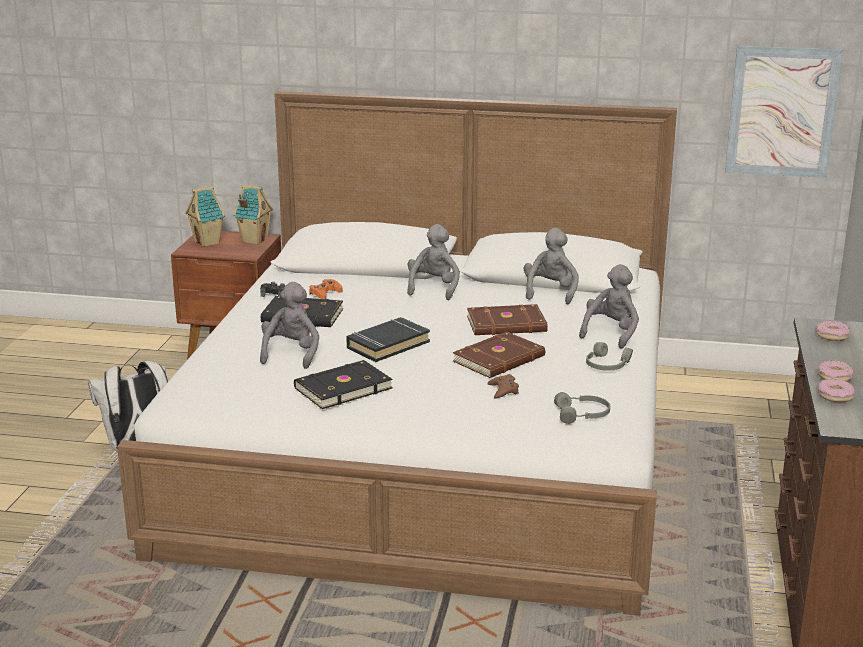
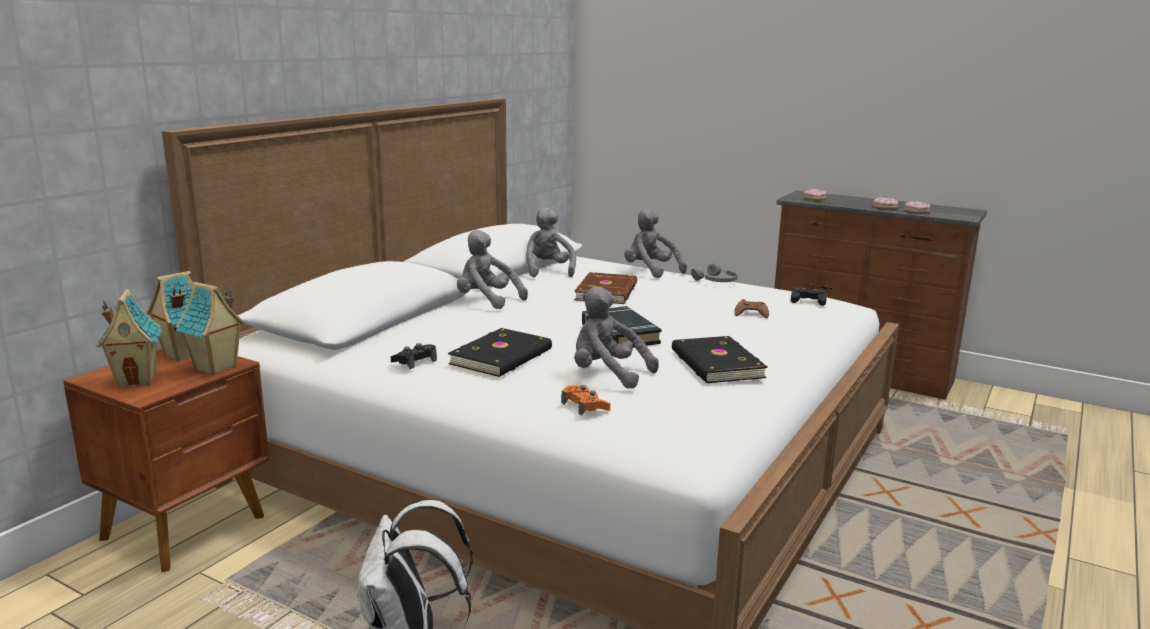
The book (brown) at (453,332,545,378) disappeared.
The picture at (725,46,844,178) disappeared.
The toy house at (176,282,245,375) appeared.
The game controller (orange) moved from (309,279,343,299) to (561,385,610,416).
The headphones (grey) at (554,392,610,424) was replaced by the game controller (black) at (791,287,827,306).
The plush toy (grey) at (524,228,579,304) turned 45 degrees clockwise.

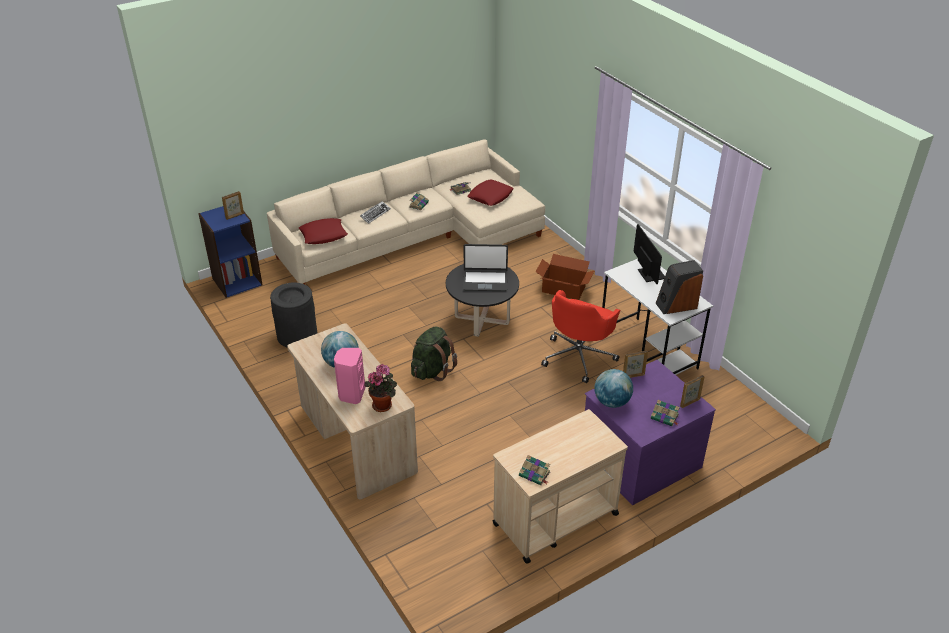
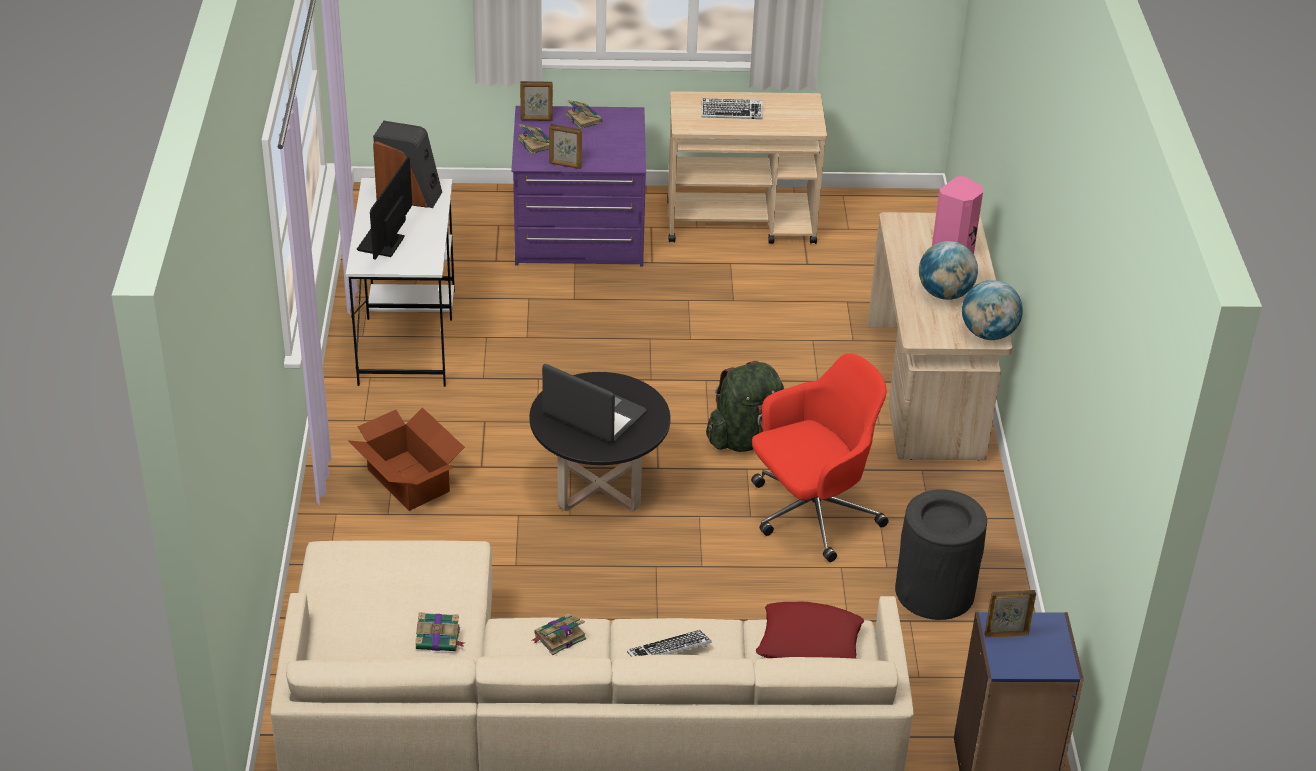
The potted plant at (364,364,397,412) disappeared.
The pillow (red) at (467,180,514,206) disappeared.
The keyboard at (702,98,763,119) appeared.
The book moved from (519,455,550,485) to (517,124,549,154).
The office chair (red) moved from (541,290,620,383) to (751,353,889,562).
The globe moved from (594,369,633,408) to (962,280,1023,340).

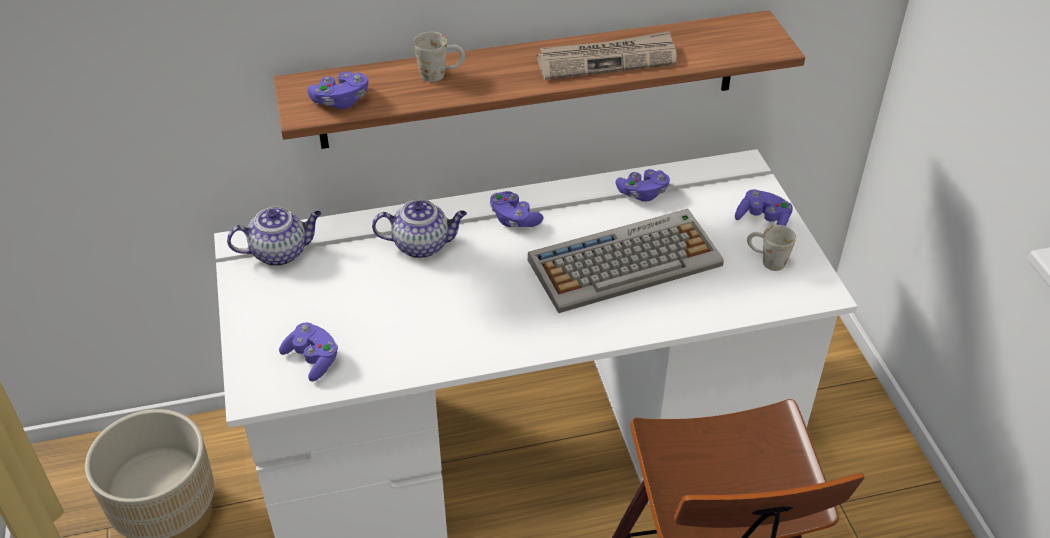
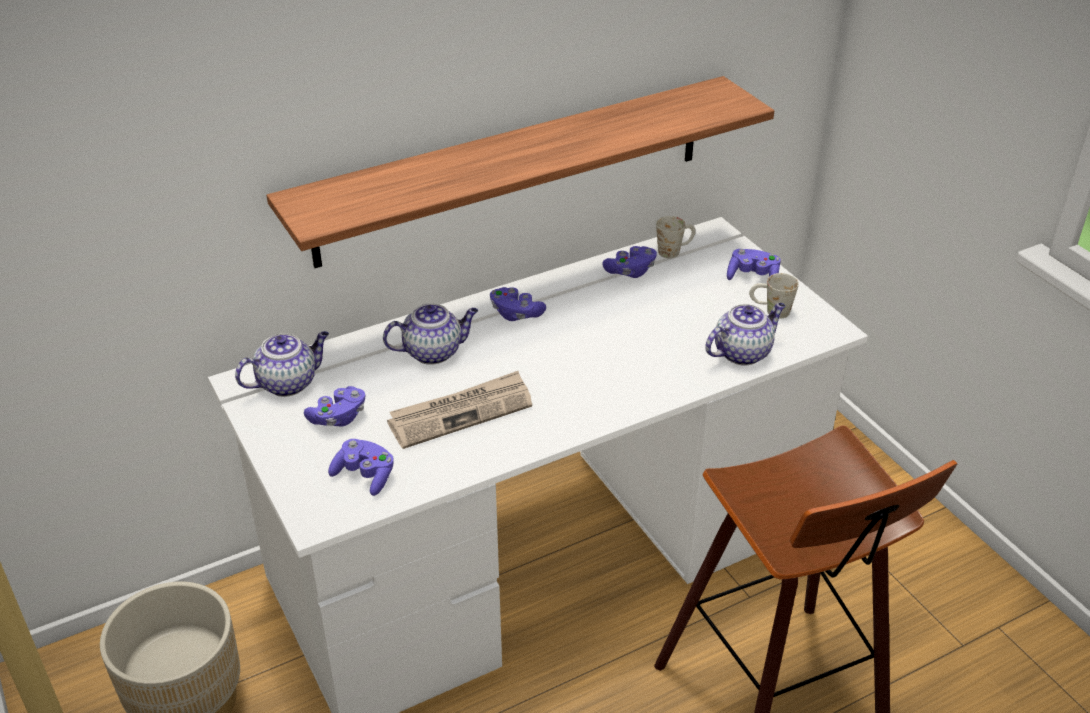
The keyboard at (528,209,724,313) disappeared.
The teapot at (705,303,786,366) appeared.
The game controller (purple) moved from (307,72,368,109) to (304,386,365,427).
The mug (white) moved from (413,32,465,82) to (656,216,696,259).
The newspaper moved from (536,31,677,80) to (387,371,532,449).

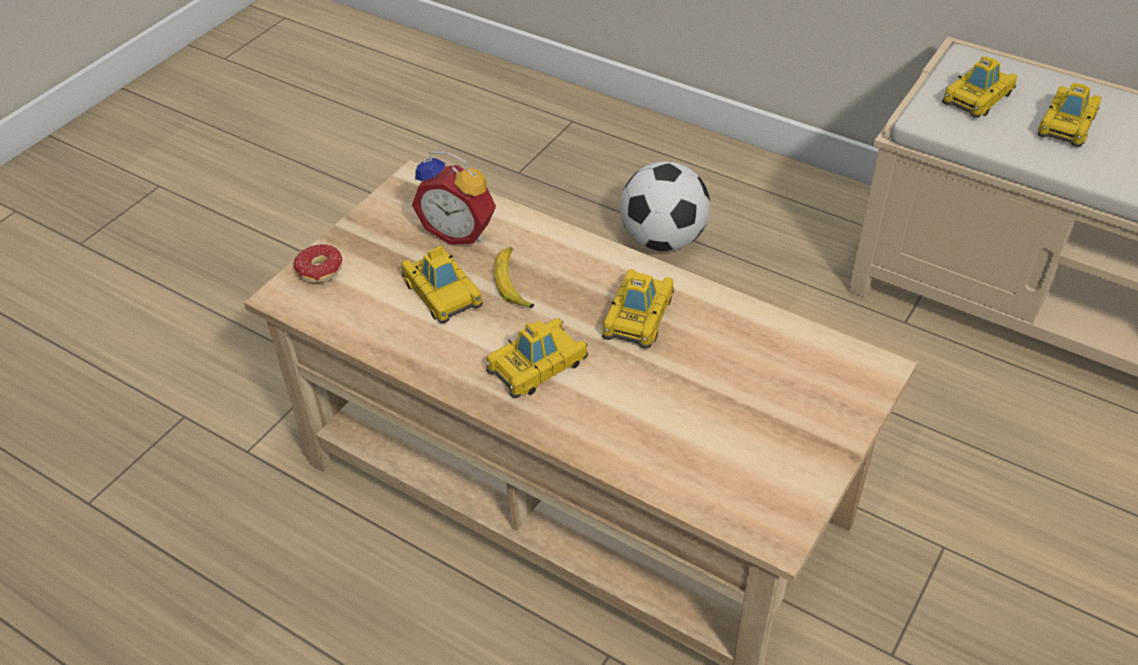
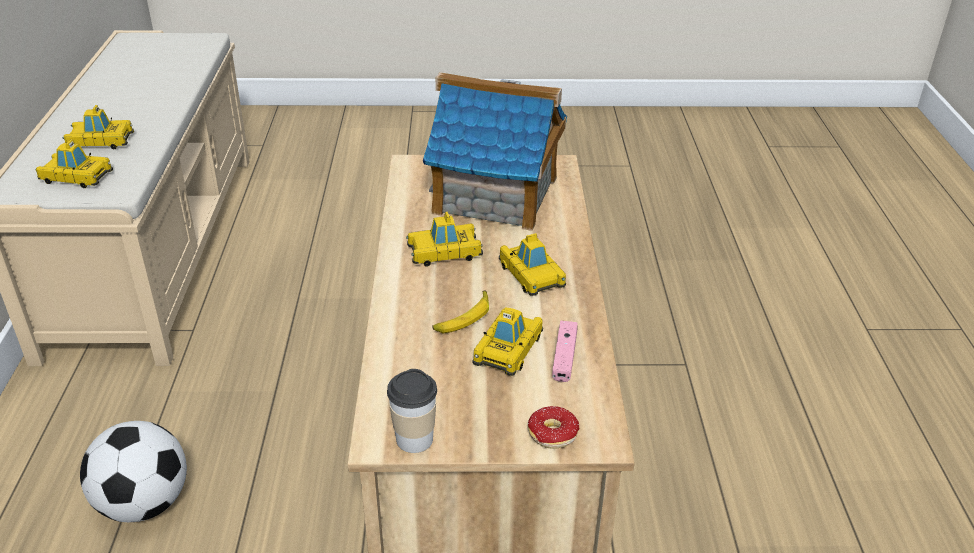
The alarm clock at (412,151,496,245) disappeared.
The cup at (387,369,437,453) appeared.
The toy house at (423,72,567,231) appeared.
The game controller (pink) at (552,321,578,382) appeared.
The toy car at (486,318,588,398) turned 135 degrees counterclockwise.

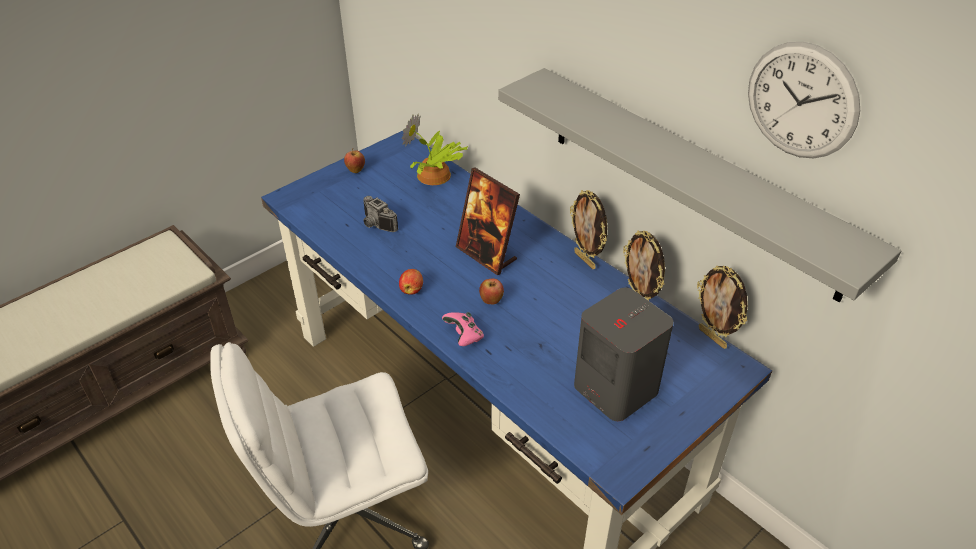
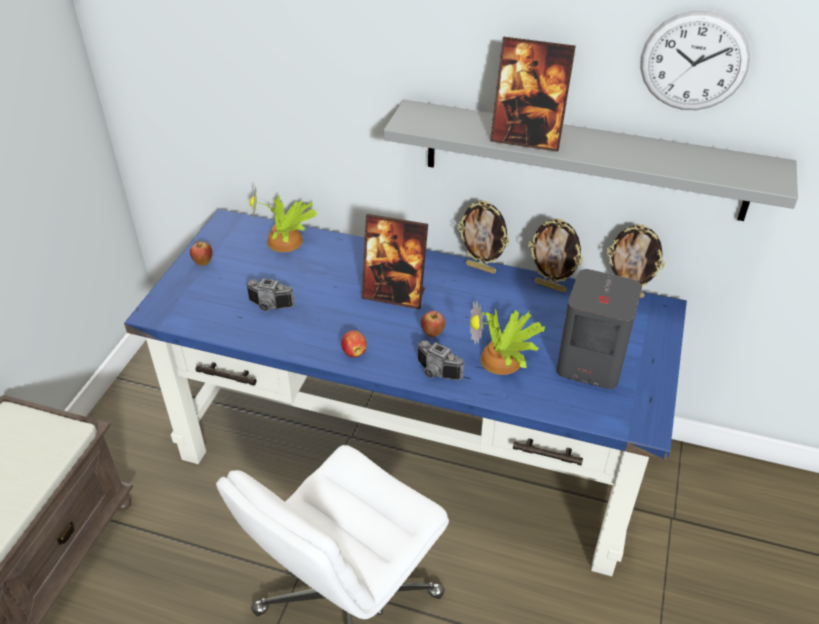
The potted plant at (470,300,545,375) appeared.
The picture frame at (490,37,576,152) appeared.
The game controller (pink) at (442,312,484,346) was replaced by the photo camera at (418,340,464,380).

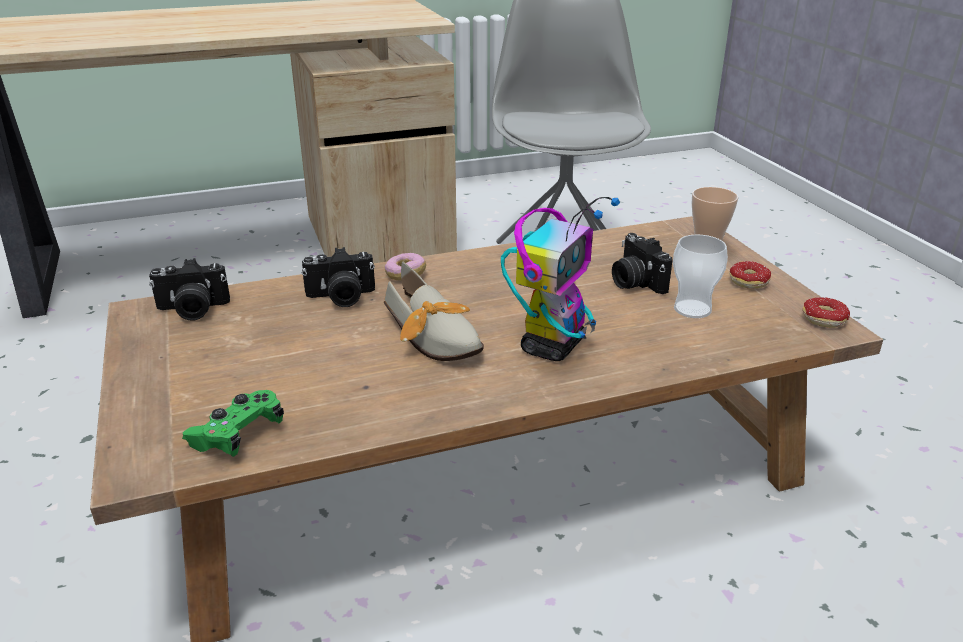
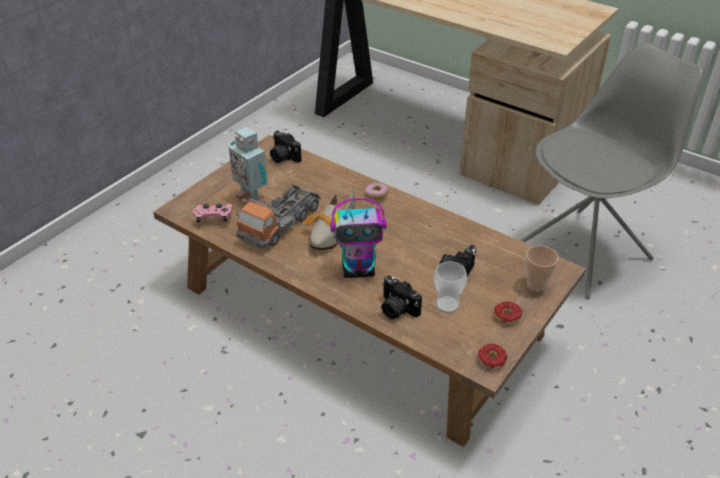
The toy robot at (229,127,268,203) appeared.
The toy truck at (236,184,321,249) appeared.
The photo camera moved from (302,247,375,307) to (381,275,422,320).
The game controller (green) at (182,390,284,457) became the game controller (pink) at (193,203,233,225).

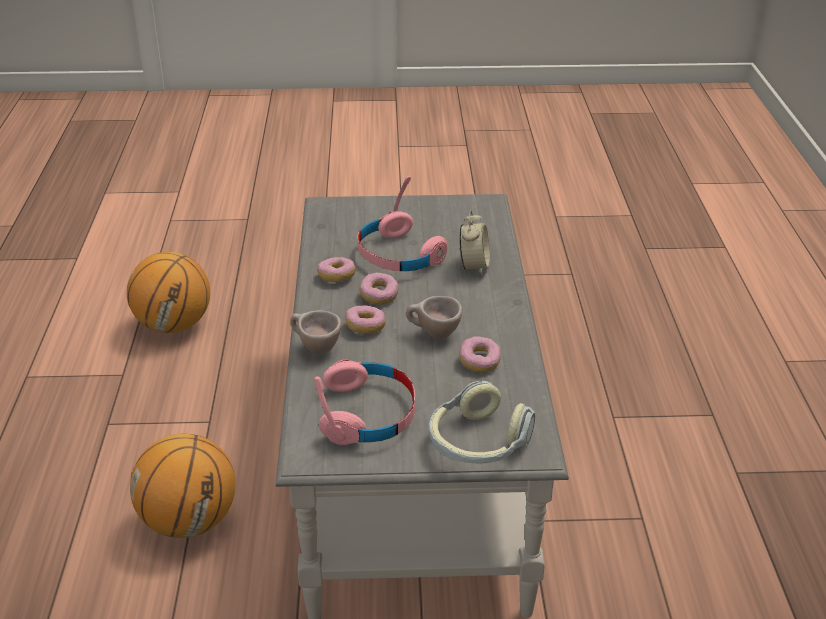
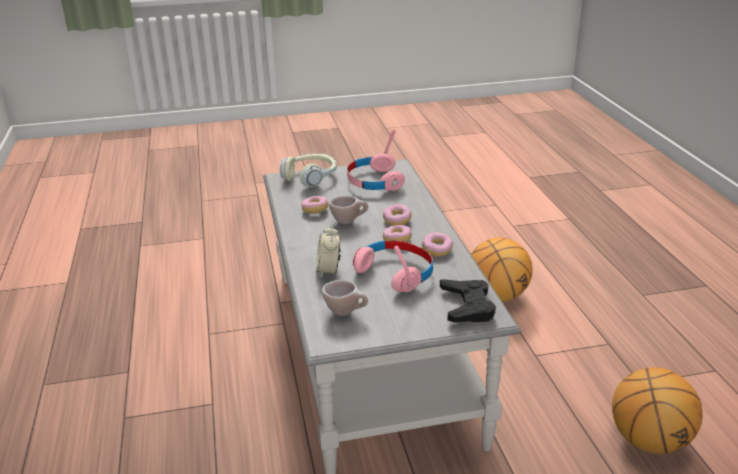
The game controller (black) at (440,279,496,323) appeared.
The cup (beige) moved from (290,310,341,355) to (322,280,368,316).

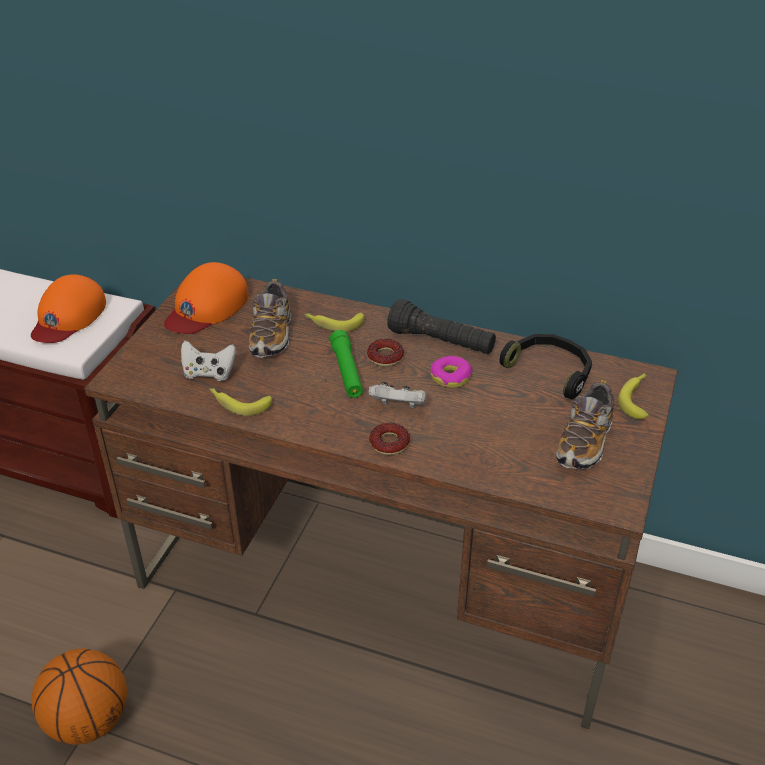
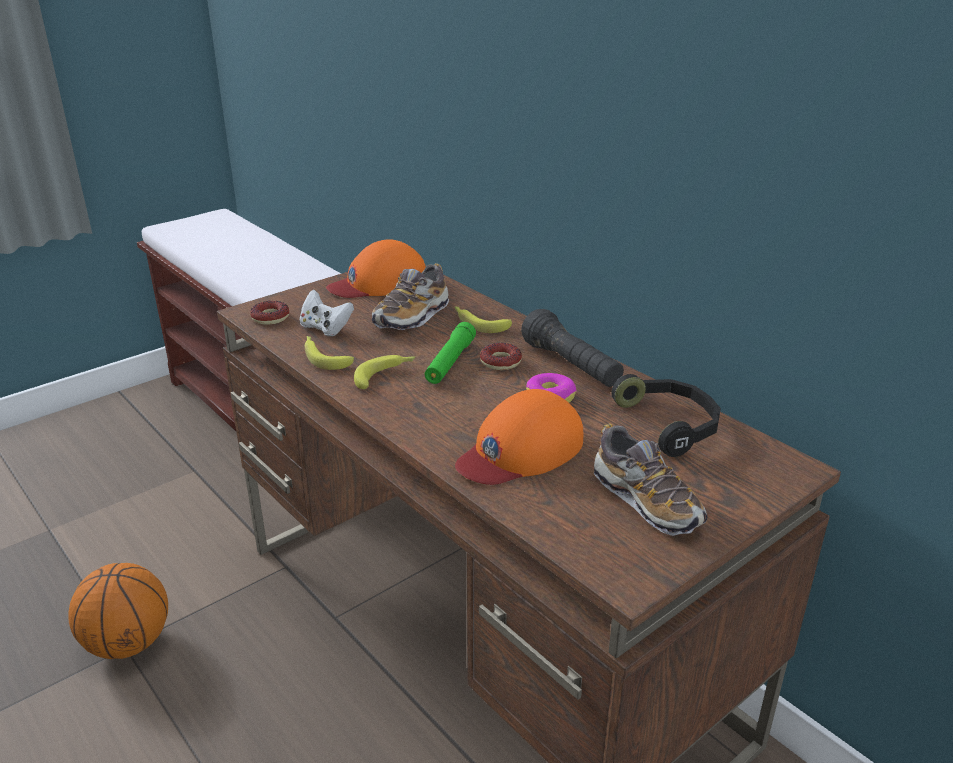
The game controller (white) at (369,382,427,408) disappeared.
The cap (orange) moved from (31,274,106,343) to (455,389,583,485).
The donut moved from (369,423,410,455) to (250,301,289,325).
The banana moved from (618,373,649,419) to (354,355,415,389).
The shoe at (556,380,614,469) turned 90 degrees counterclockwise.

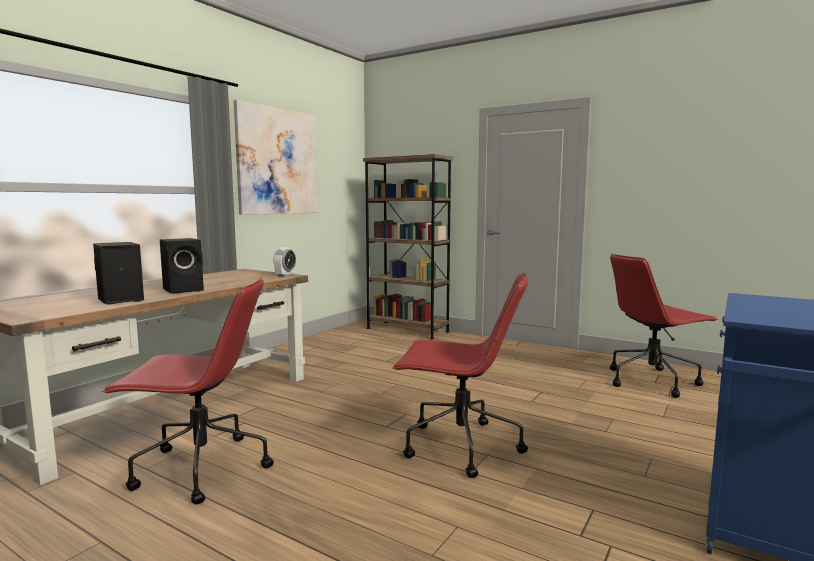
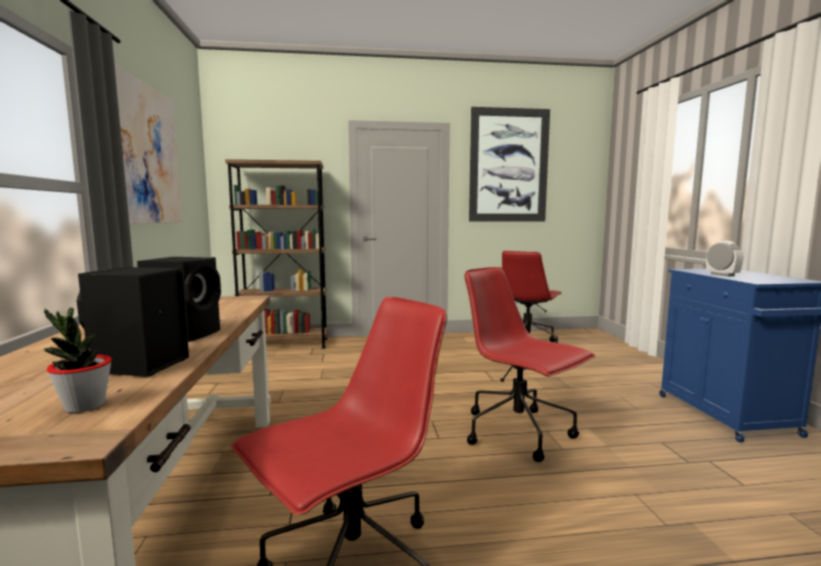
The potted plant at (44,308,112,413) appeared.
The picture at (469,107,550,222) appeared.
The alarm clock moved from (273,247,296,277) to (706,241,743,277).
The office chair (red) at (392,273,528,478) turned 105 degrees counterclockwise.

